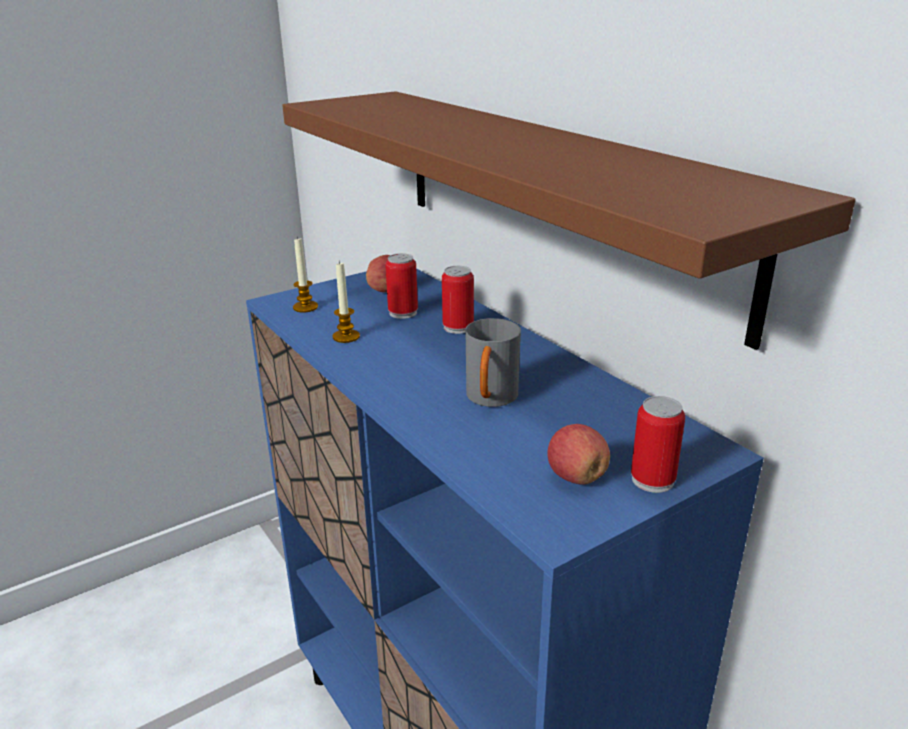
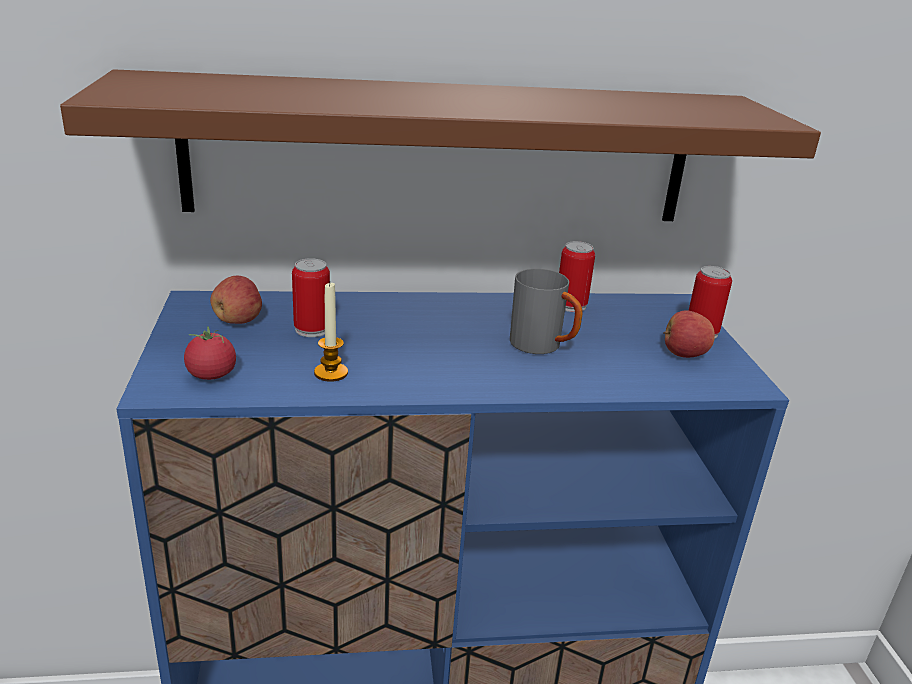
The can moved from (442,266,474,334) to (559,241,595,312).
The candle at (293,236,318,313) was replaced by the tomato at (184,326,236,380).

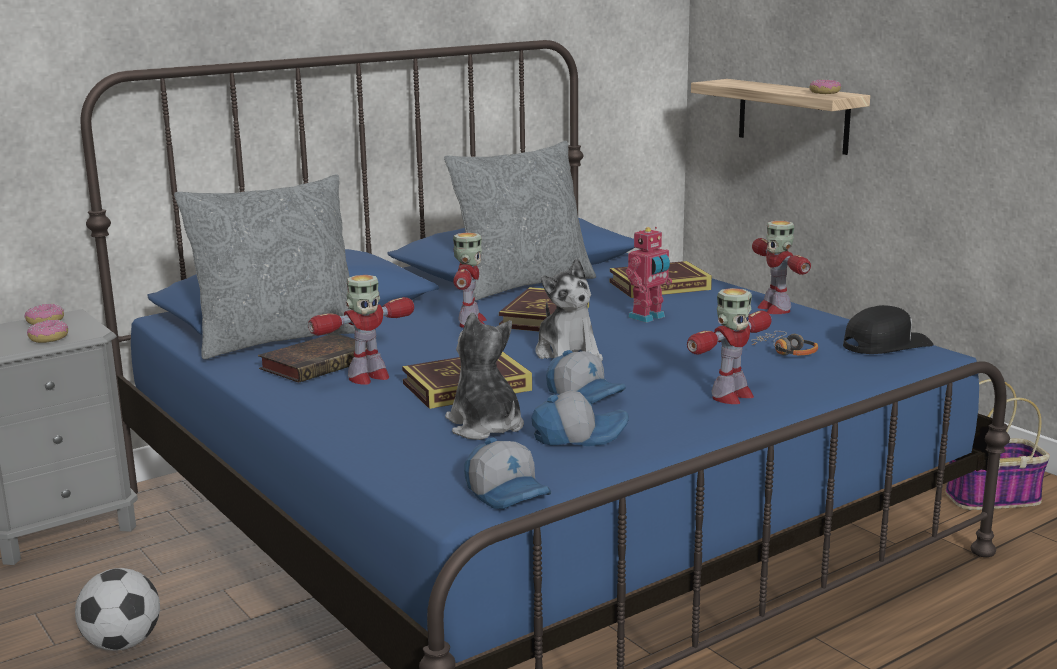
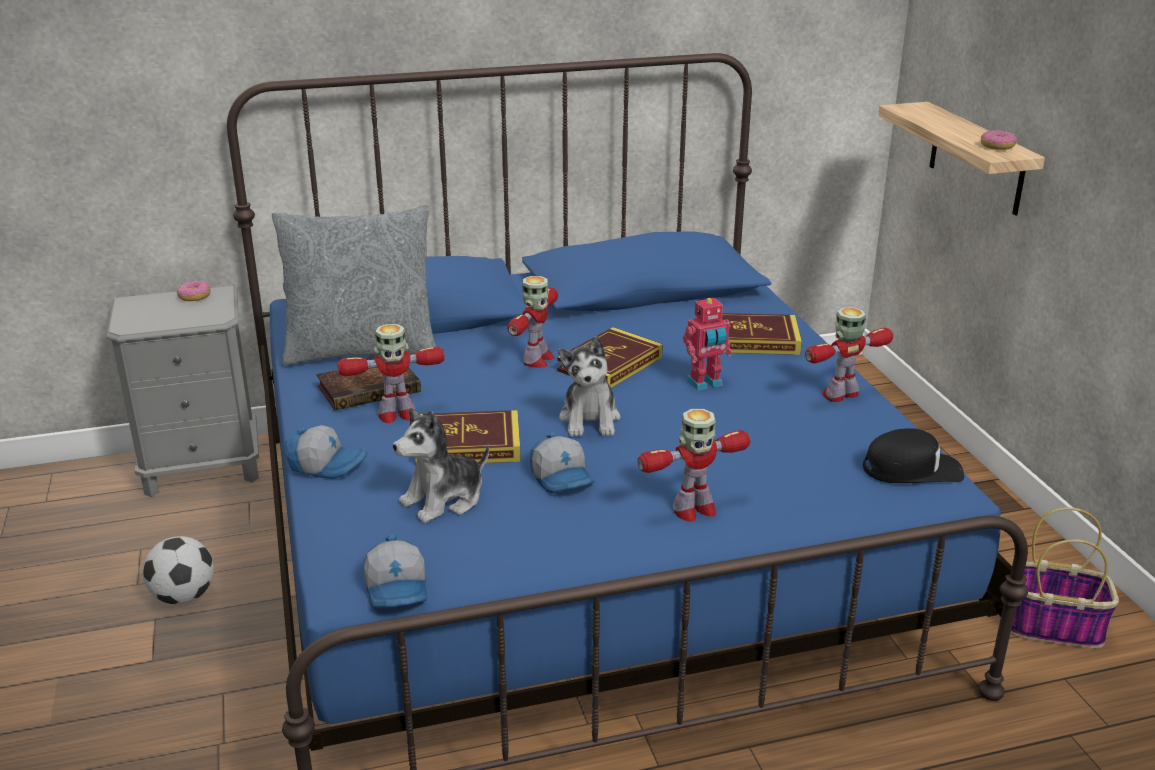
The donut at (27,320,68,343) disappeared.
The pillow (grey) at (444,141,596,301) disappeared.
The headphones at (751,331,818,355) disappeared.
The cap moved from (531,390,629,446) to (284,425,367,479).
The plush toy at (445,312,524,440) turned 120 degrees counterclockwise.
The toy robot at (752,221,811,314) turned 60 degrees clockwise.

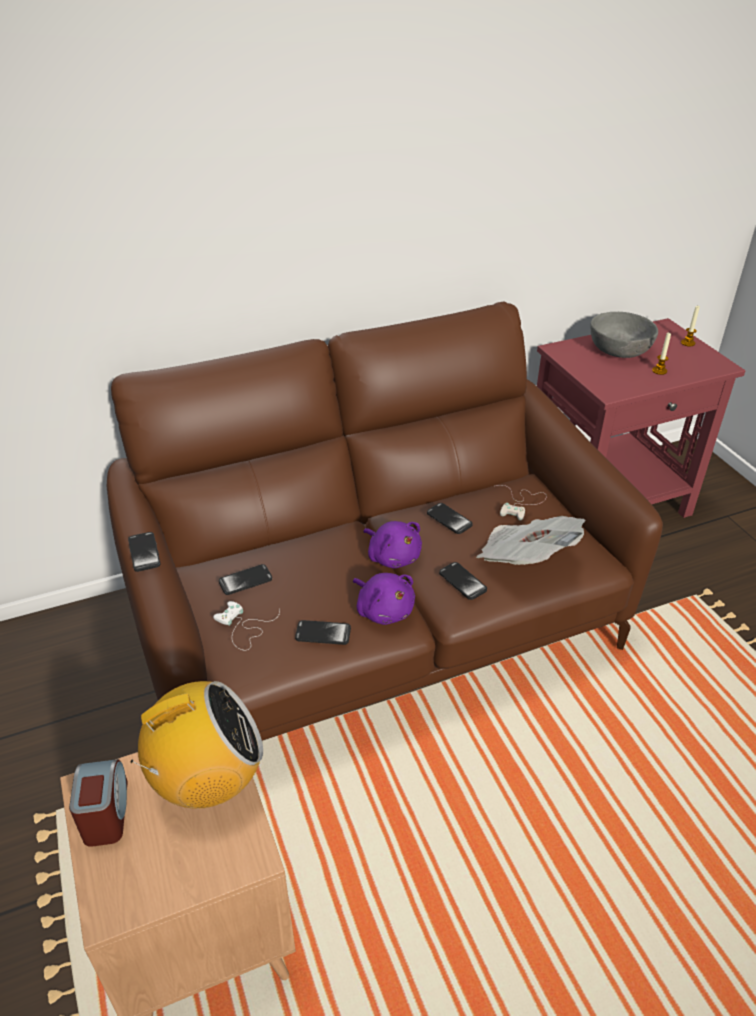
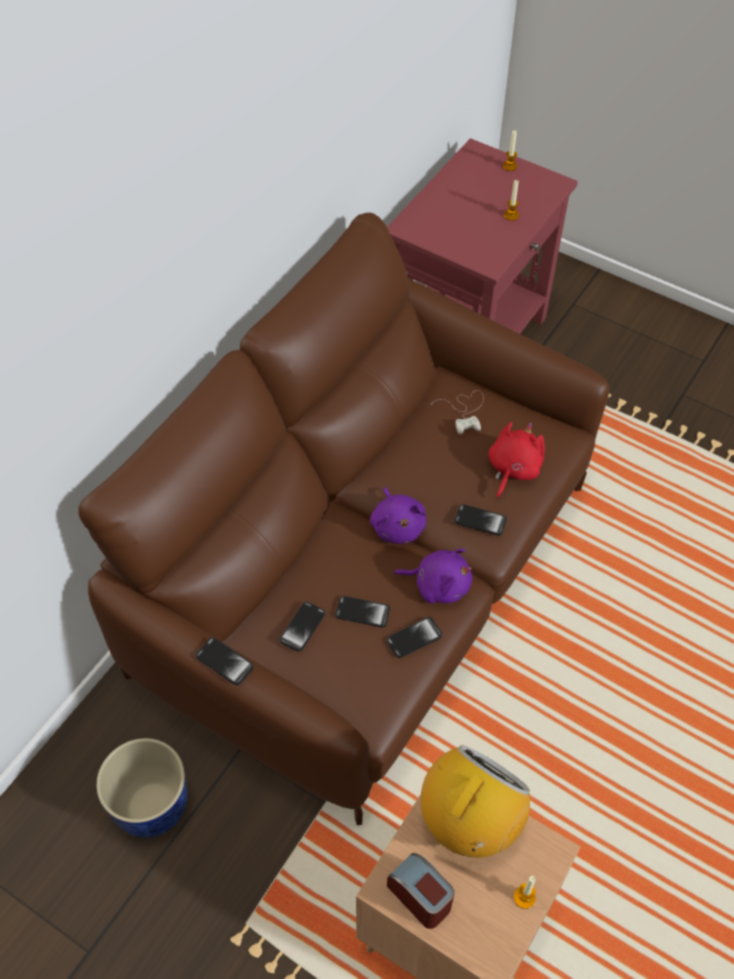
The game controller (white) at (213,601,280,650) disappeared.
The bowl (grey) at (590,312,658,358) disappeared.
The planter at (96,738,188,837) appeared.
The candle at (514,876,536,909) appeared.
The phone moved from (427,503,473,534) to (336,596,390,628).
The newspaper at (476,516,586,565) was replaced by the plush toy (red) at (489,422,545,498).
The plush toy (purple) at (363,521,422,568) turned 60 degrees clockwise.

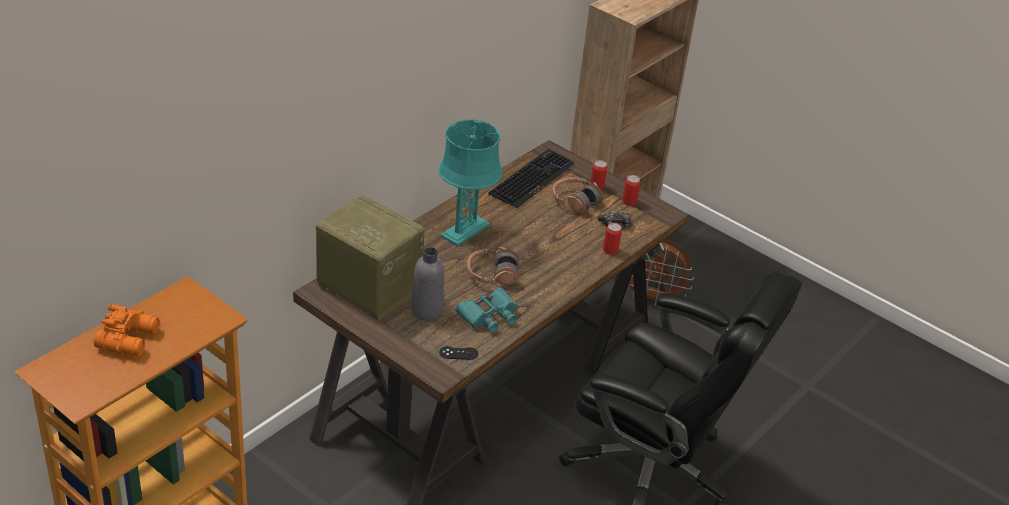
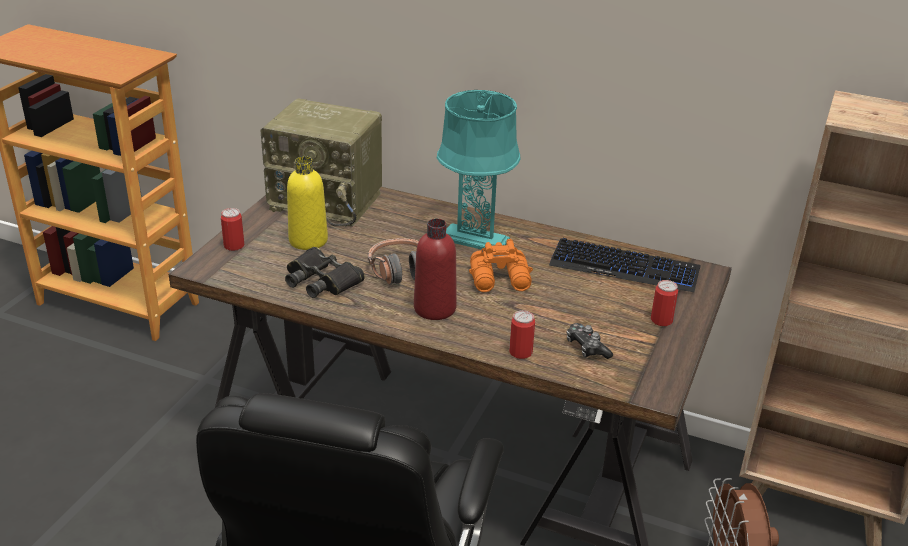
The game controller (black) at (439,346,478,360) disappeared.
The headphones at (552,177,603,214) disappeared.
The bottle (red) at (414,219,457,320) appeared.
The binoculars (orange) moved from (94,304,160,357) to (469,239,533,292).
The can moved from (622,175,641,206) to (221,208,244,251).
The bottle (grey) at (411,247,444,321) became the bottle (yellow) at (287,156,328,250).
The binoculars (turquoise) at (455,287,518,332) became the binoculars (black) at (285,247,365,298).
The radio at (316,195,425,321) turned 90 degrees clockwise.

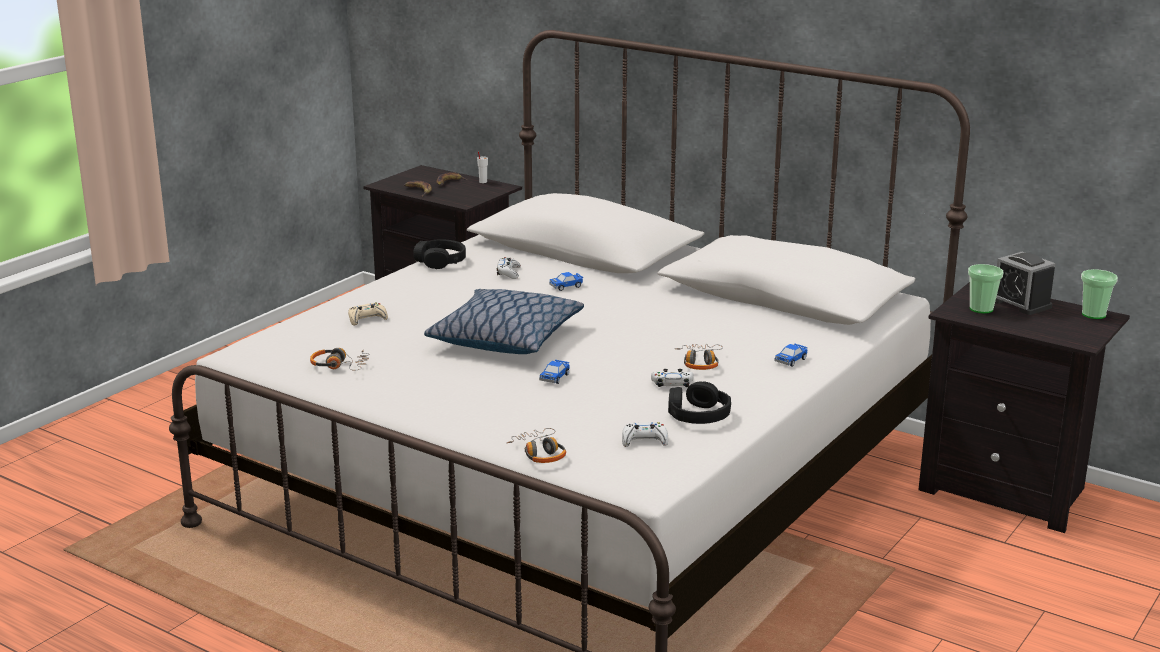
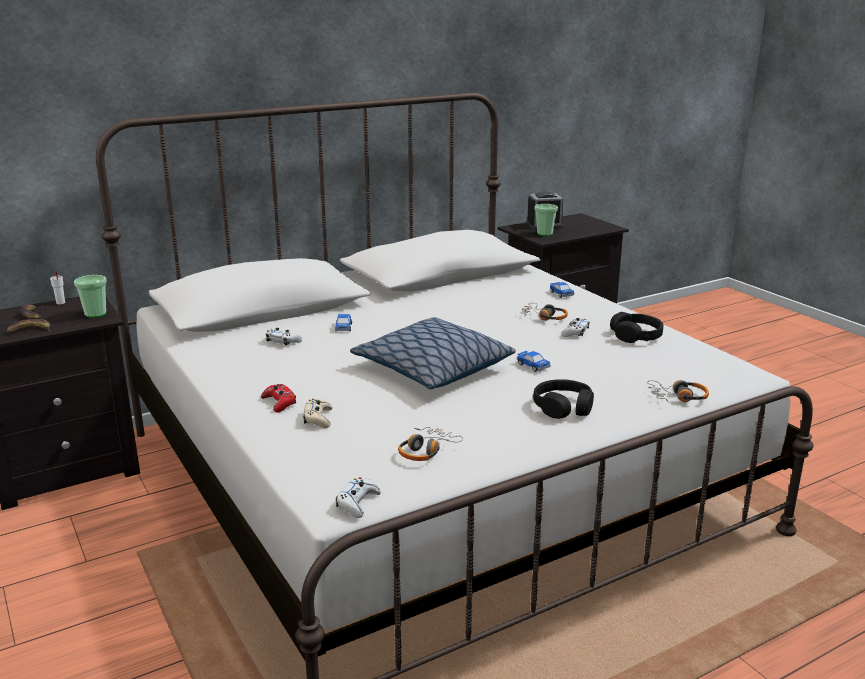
The game controller (red) at (261,384,296,413) appeared.
The headphones (black) moved from (413,240,466,269) to (533,379,594,419).
The game controller (white) moved from (622,422,668,447) to (336,477,381,518).
The cup moved from (1081,269,1118,319) to (74,275,107,318).

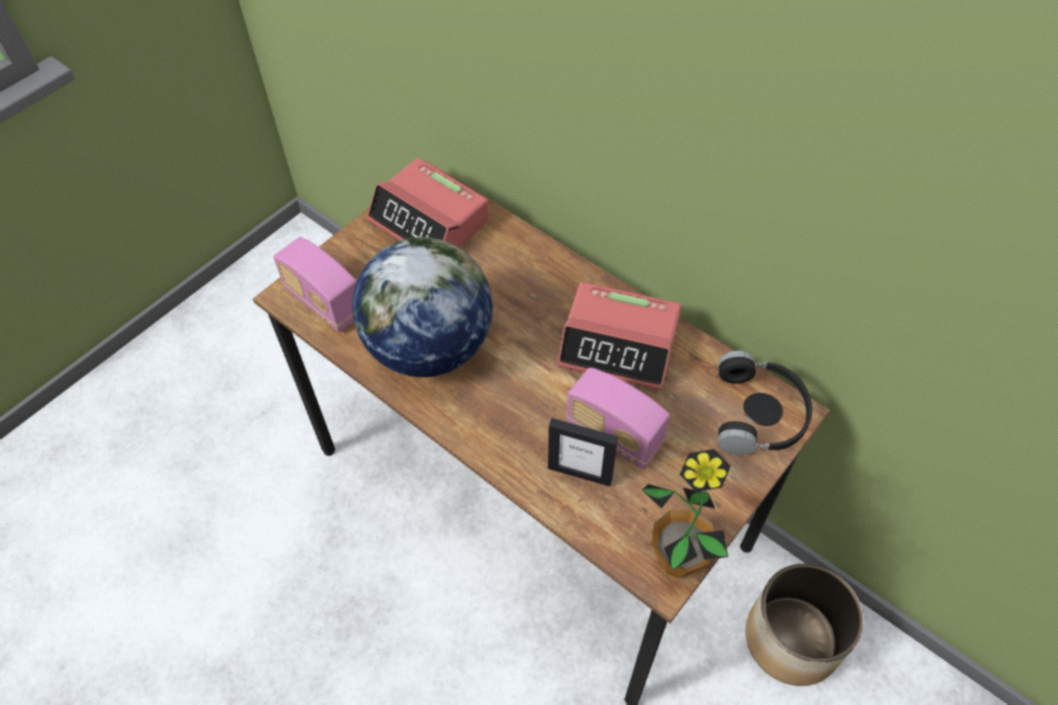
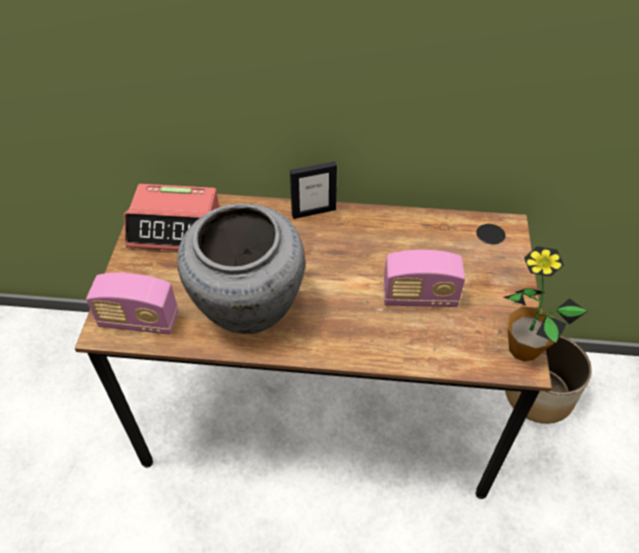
The alarm clock at (557,282,681,390) disappeared.
The headphones (black) at (718,351,812,455) disappeared.
The picture frame moved from (548,418,618,487) to (290,161,337,219).
The globe at (352,237,493,377) was replaced by the vase (grey) at (177,204,305,334).

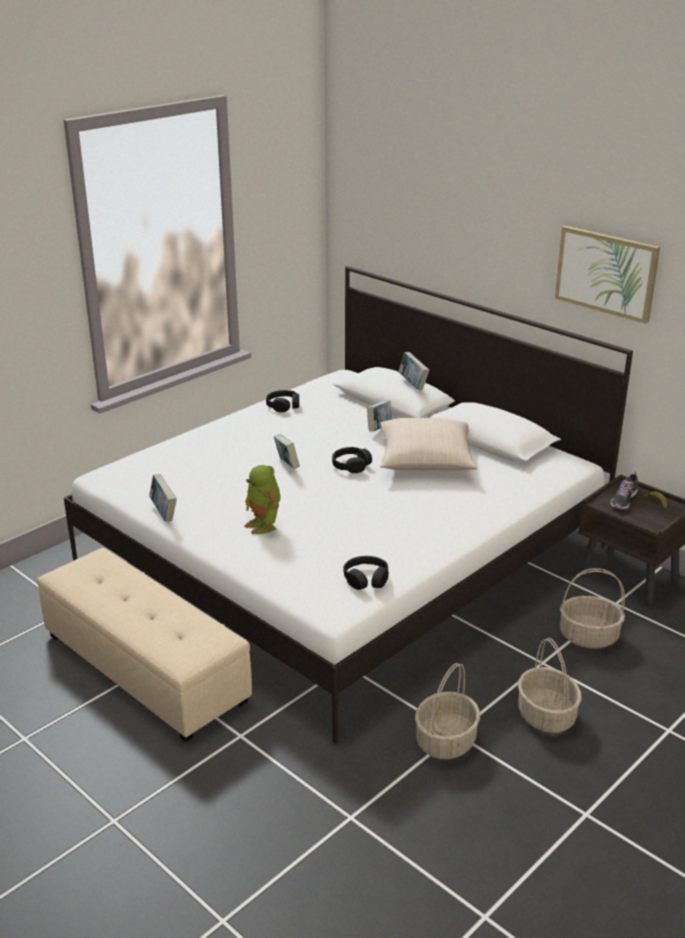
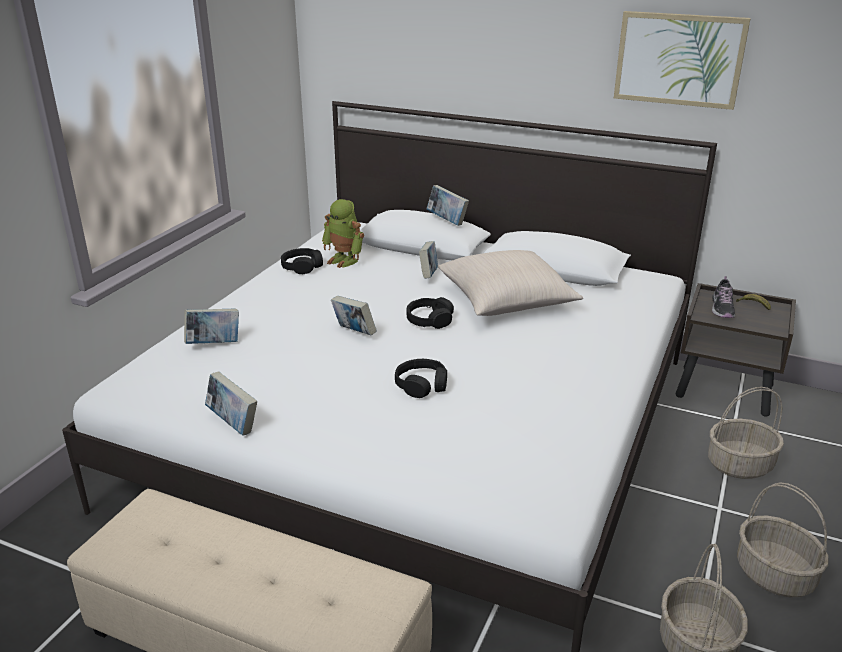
The book at (184,308,239,344) appeared.
The toy robot moved from (244,465,280,535) to (322,199,364,268).
The headphones (black) moved from (343,556,389,590) to (395,359,447,398).

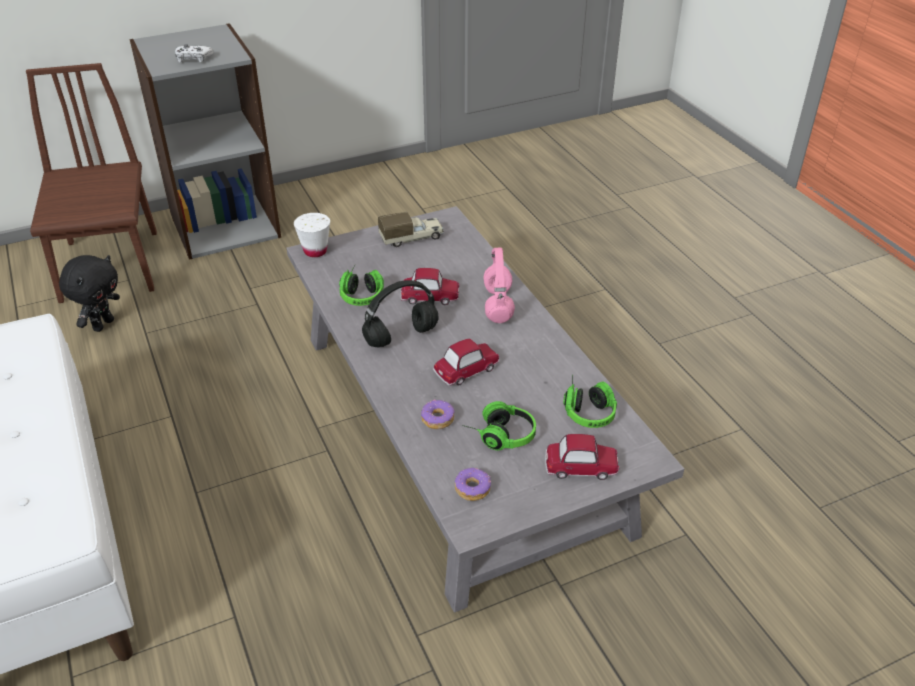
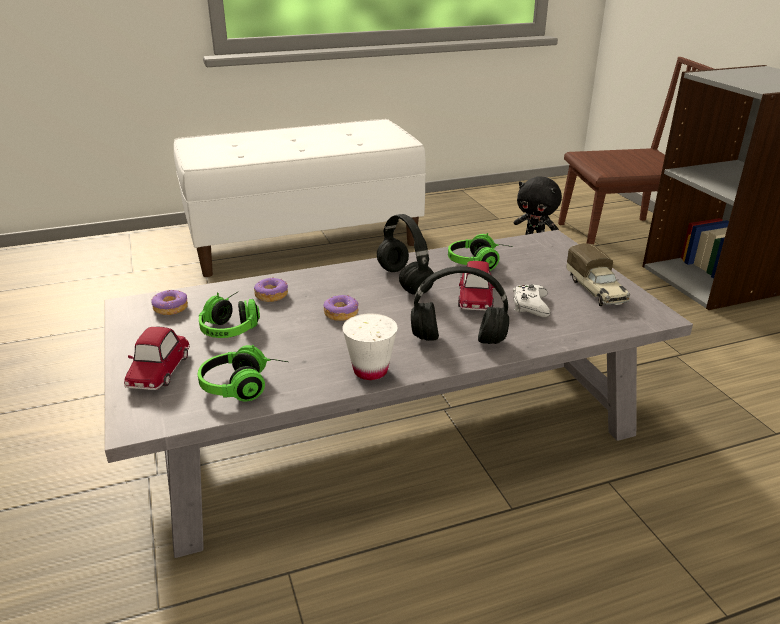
The game controller (white) moved from (175,44,213,63) to (513,284,551,317).
The cup (white) moved from (294,213,330,257) to (342,313,397,380).
The toy car at (433,339,499,386) was replaced by the donut at (323,295,359,321).
The headphones (pink) at (483,248,515,323) became the headphones (black) at (411,266,509,344).

